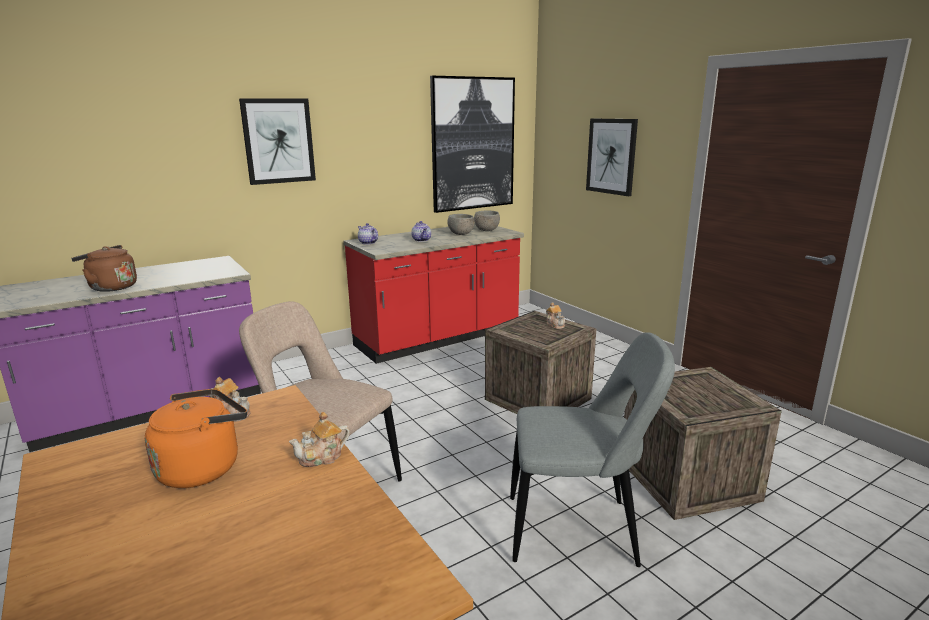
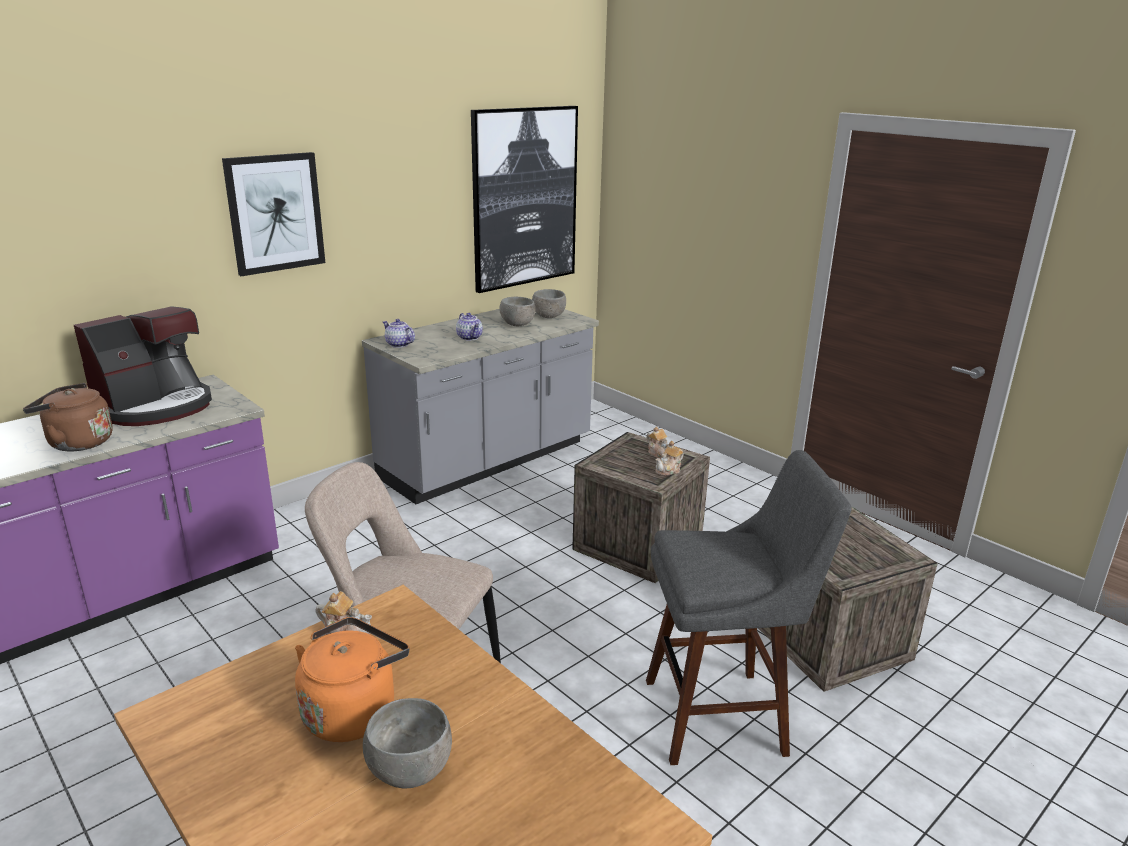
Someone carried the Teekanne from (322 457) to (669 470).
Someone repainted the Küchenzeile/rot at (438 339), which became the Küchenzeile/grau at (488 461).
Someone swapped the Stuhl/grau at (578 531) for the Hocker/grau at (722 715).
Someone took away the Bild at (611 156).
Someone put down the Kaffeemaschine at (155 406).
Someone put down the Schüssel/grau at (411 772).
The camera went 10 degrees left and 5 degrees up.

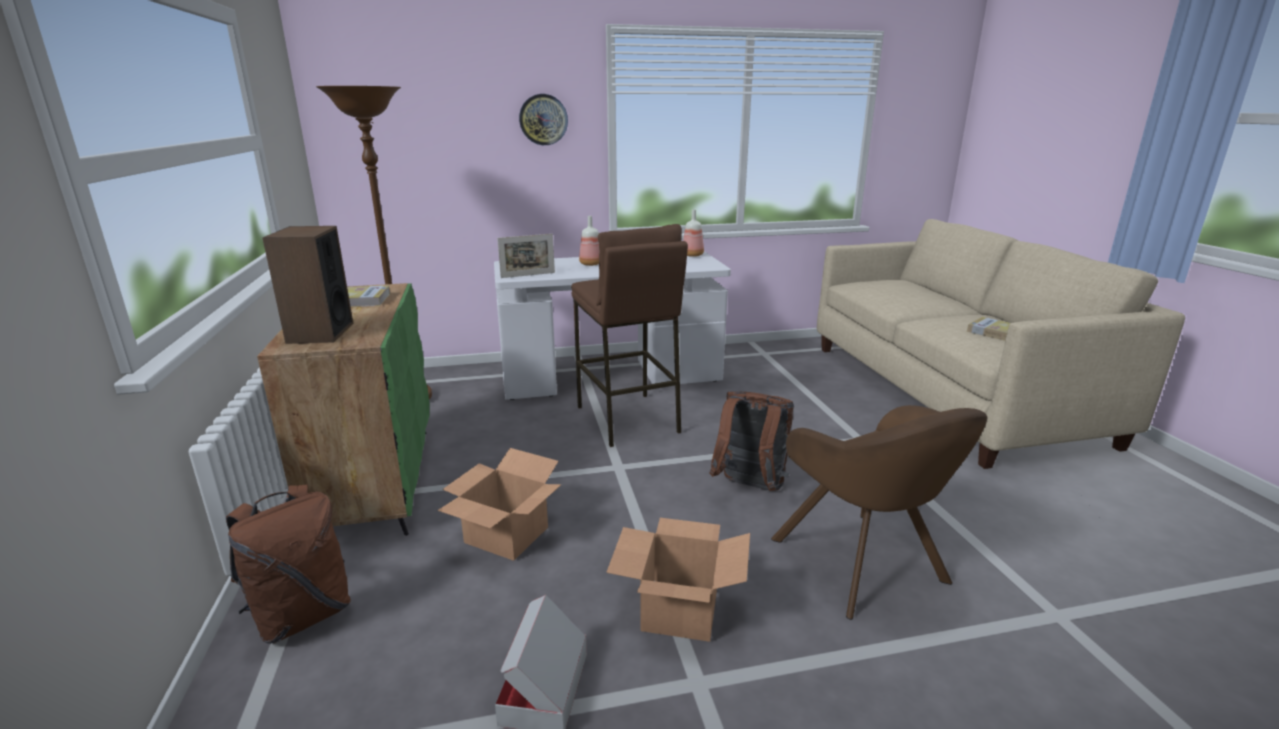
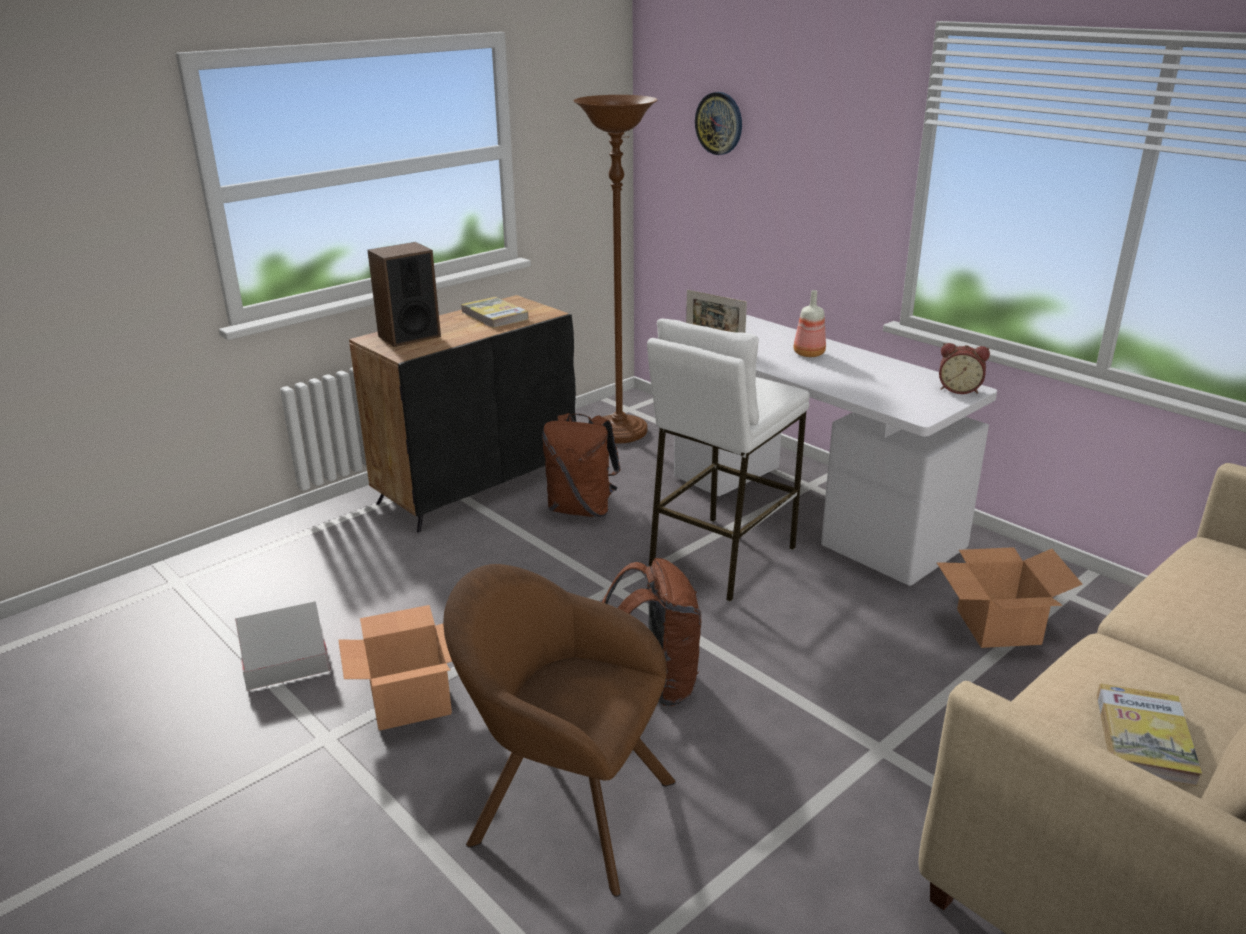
Someone carried the Rucksack/braun from (302 615) to (582 509).
Someone repainted the Schrank/grün at (376 480), which became the Schrank/schwarz at (478 485).
Someone carried the Karton from (508 535) to (999 627).
Someone carried the Wanduhr from (543 119) to (719 123).
Someone repainted the Hocker/braun at (627 419), which became the Hocker/weiß at (720 558).
Someone swapped the Flasche at (692 255) for the Wecker at (959 389).
Someone rotated the Sessel/braun at (863 566) by 75 degrees clockwise.
The camera went 60 degrees right and 5 degrees up.

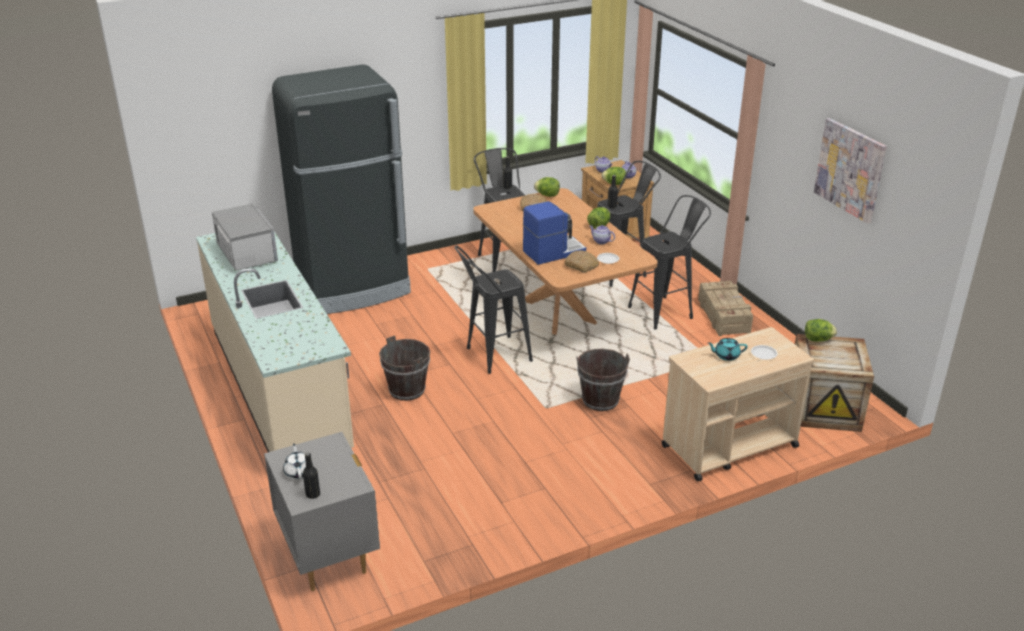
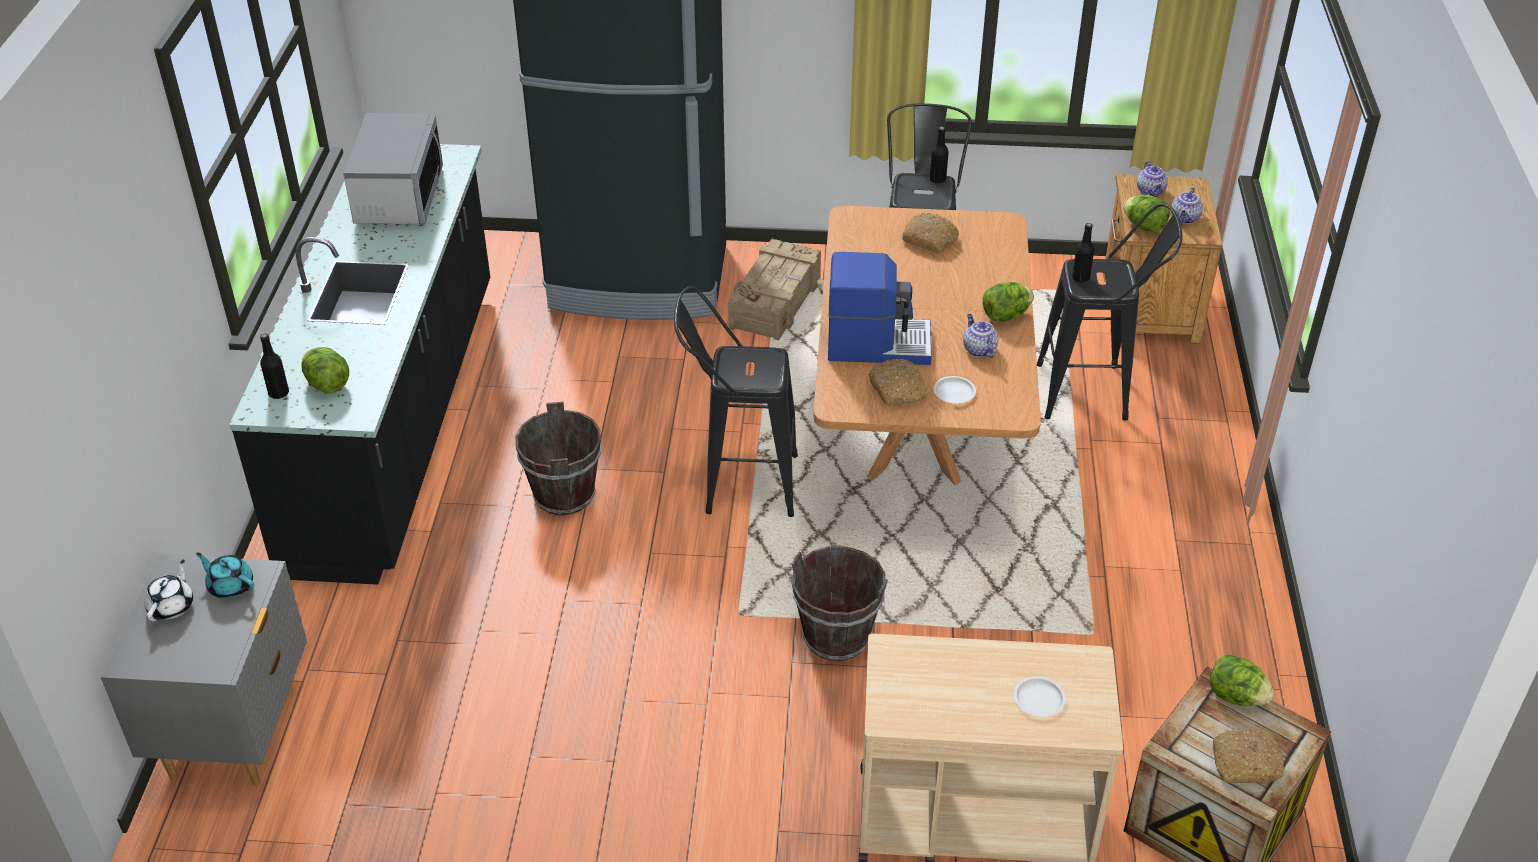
Someone repainted the Küchenzeile/beige at (280 389), which became the Küchenzeile/schwarz at (398 423).
Someone carried the Flasche/schwarz from (313 494) to (278 393).
Someone carried the Salatkopf from (547 195) to (327 384).
Someone took away the Hocker/schwarz at (666 311).
Someone carried the Kiste from (724 316) to (776 302).
Someone carried the Teekanne/türkis from (726 355) to (230 586).
Someone took away the Bild at (850 169).
Someone put down the Brot at (1245 764).
The camera went 30 degrees right and 10 degrees up.

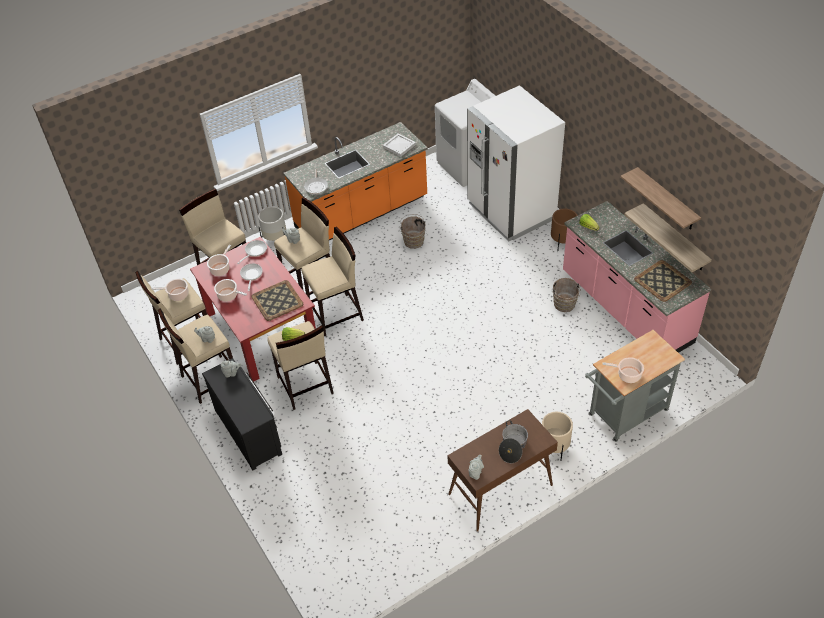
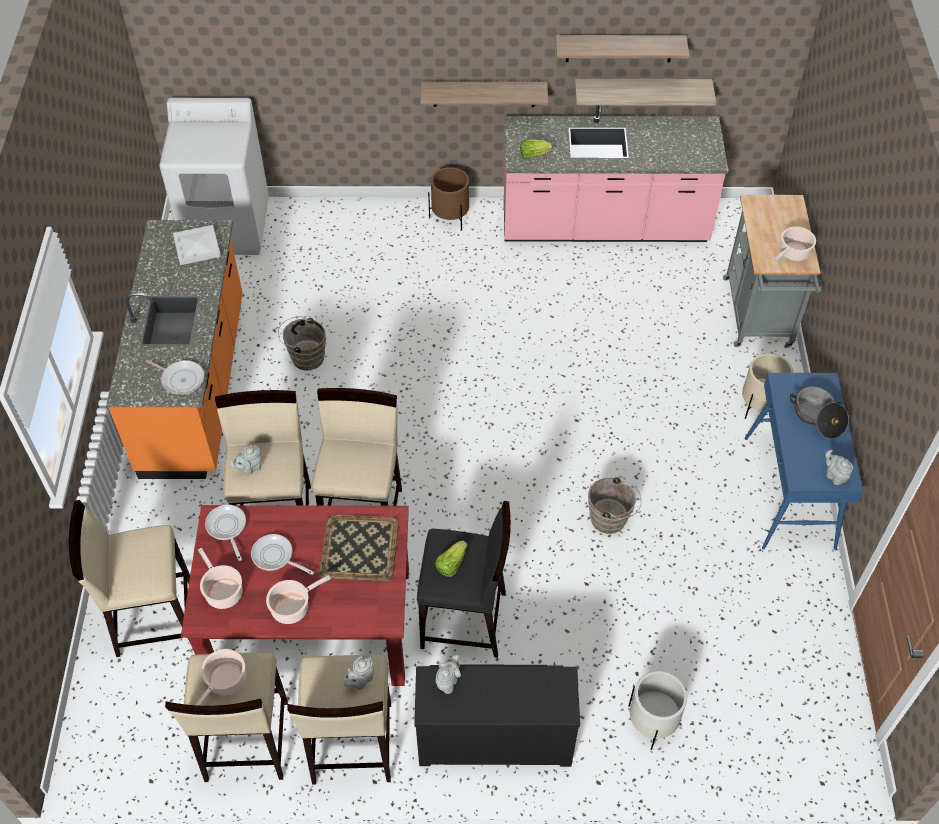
Someone carried the Pflanzkübel/weiß from (275 239) to (652 722).
Someone repainted the Hocker/beige at (305 386), which became the Hocker/schwarz at (464 621).
Someone repainted the Konsolentisch/braun at (500 490), which became the Konsolentisch/blau at (789 493).
Someone took away the Kühlschrank/weiß at (511 211).
Someone carried the Eimer/braun from (564 305) to (611 520).
Someone took away the Tablett at (662 281).
Someone put up the Wandregal at (484 94).
The camera went 60 degrees left and 5 degrees up.

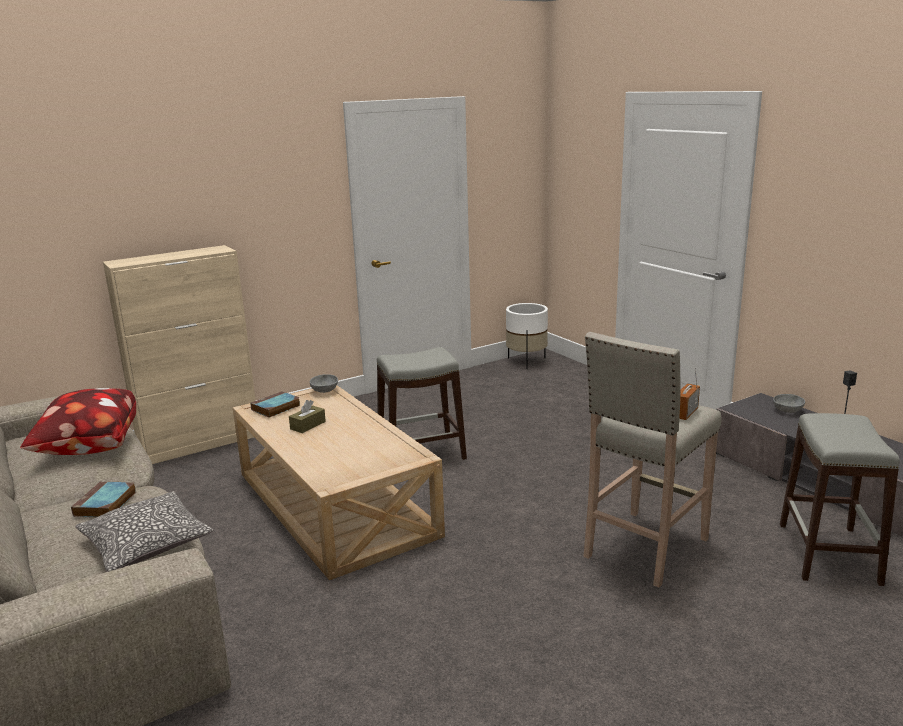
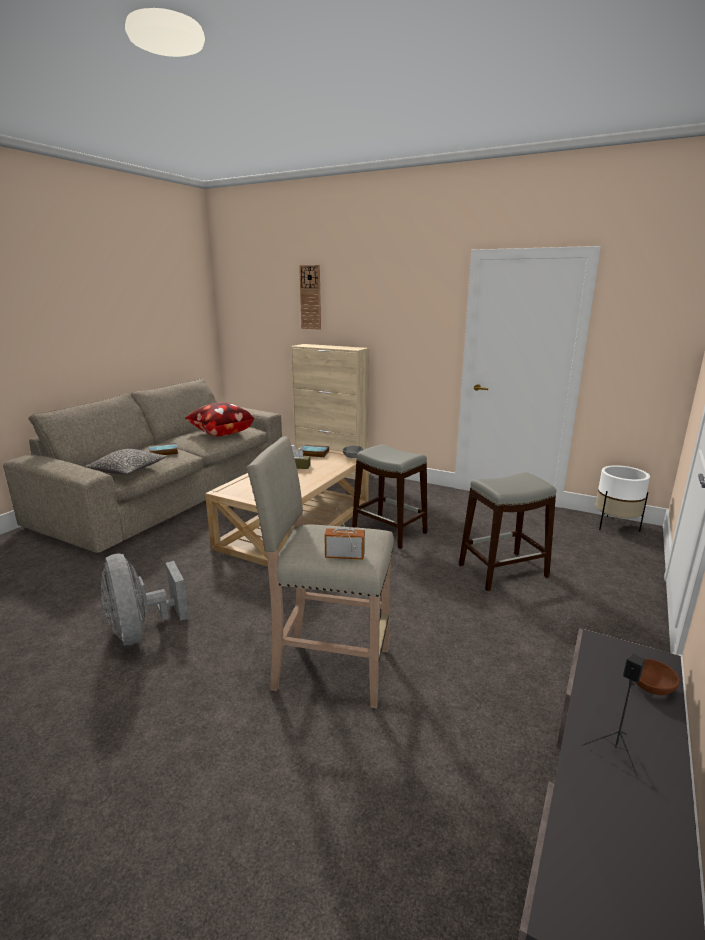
Someone repainted the Schüssel/grau at (788 411), which became the Schüssel/braun at (650 687).
Someone carried the Hocker/grau from (829 553) to (503 571).
Someone put down the Ventilator/grau at (141 631).
Someone put up the Wanduhr at (310 297).
The camera went 60 degrees right and 0 degrees up.

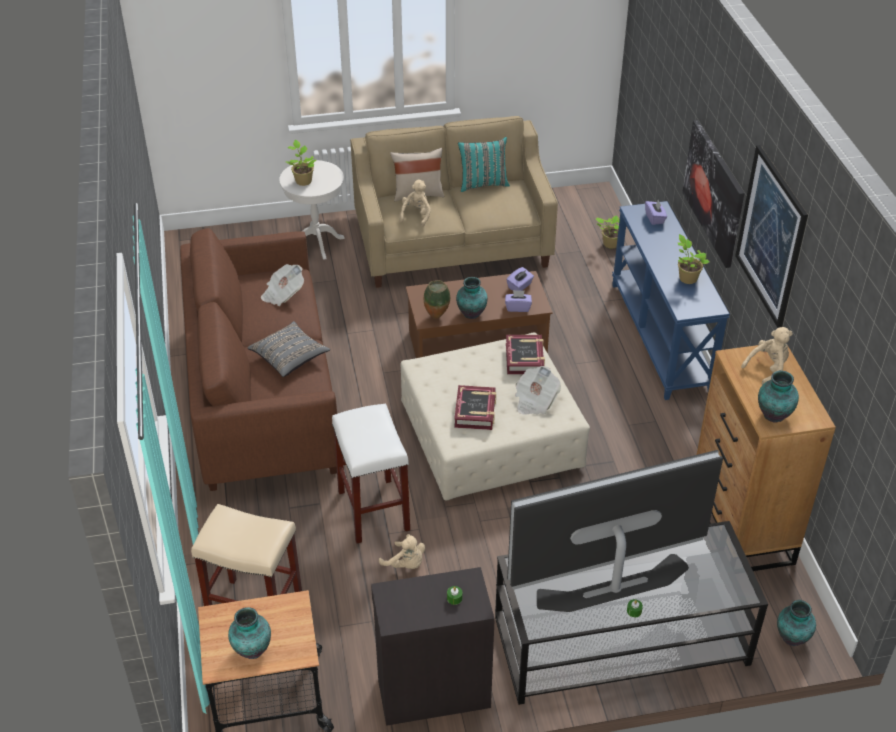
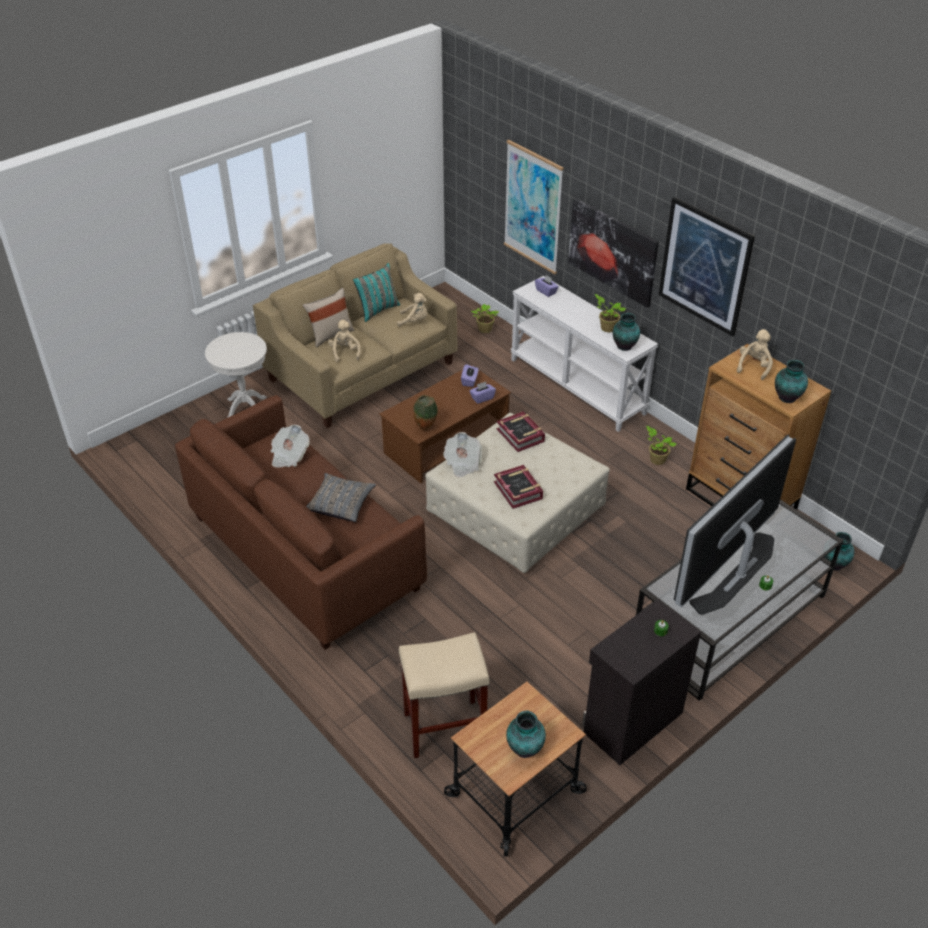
Someone carried the Topfpflanze from (303 180) to (656 459).
Someone took away the Hocker/weiß at (372 510).
Someone carried the Plüschtier/beige from (405 564) to (414 321).
Someone carried the Vase from (471 314) to (624 347).
Someone carried the Zeitung from (535 401) to (462 463).
Someone repainted the Konsolentisch/blau at (661 337), which became the Konsolentisch/weiß at (578 386).
Someone put up the Bild at (533 207).
The camera went 30 degrees left and 0 degrees up.

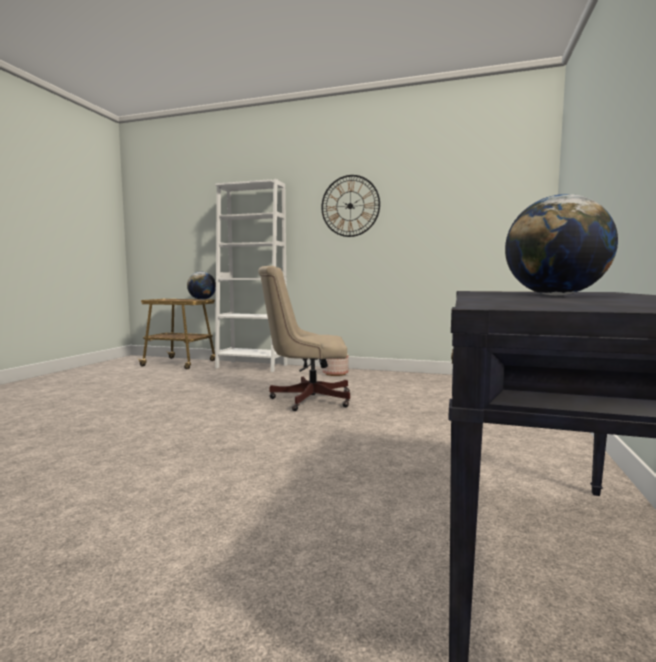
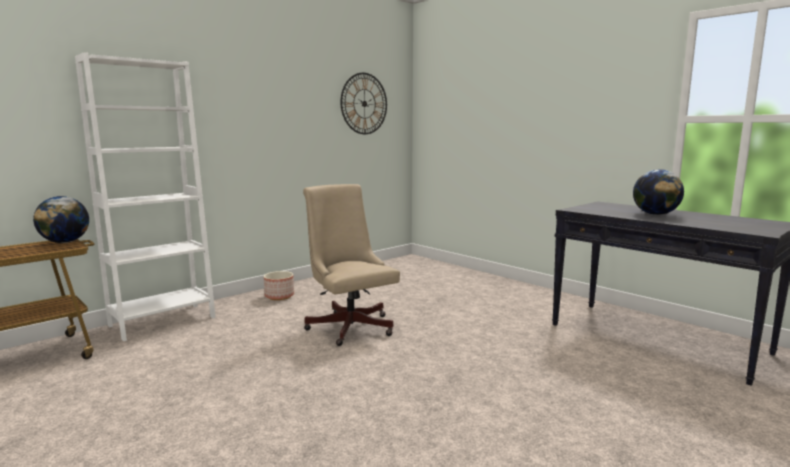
Someone rotated the Bürostuhl/beige at (306 399) by 120 degrees clockwise.
Someone carried the Wanduhr from (350 206) to (364 103).
The camera went 60 degrees left and 5 degrees up.

